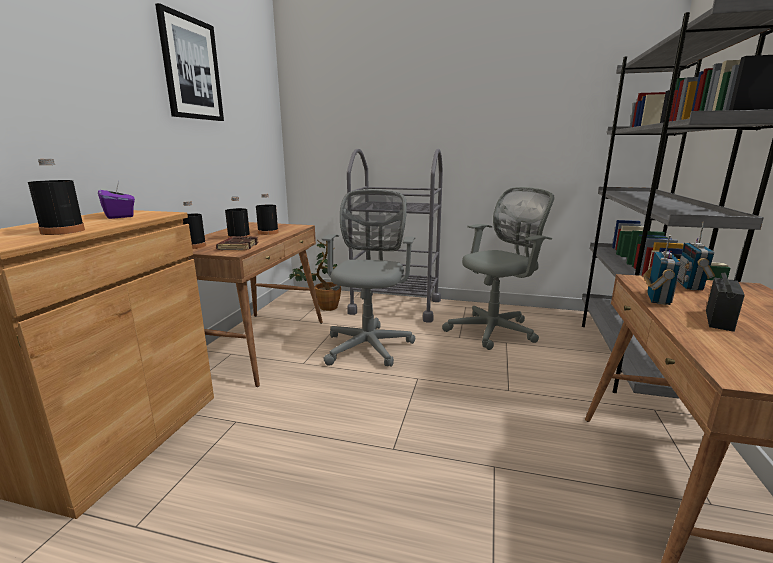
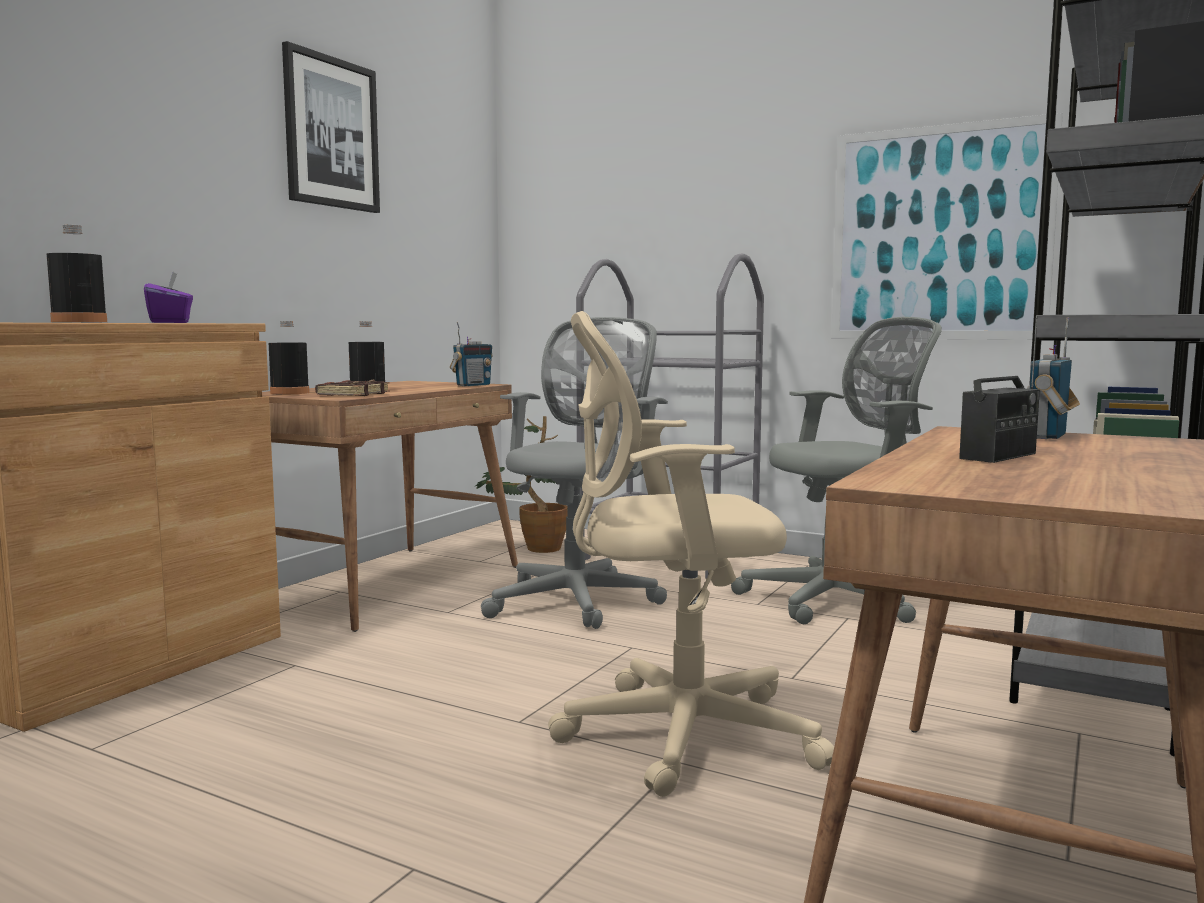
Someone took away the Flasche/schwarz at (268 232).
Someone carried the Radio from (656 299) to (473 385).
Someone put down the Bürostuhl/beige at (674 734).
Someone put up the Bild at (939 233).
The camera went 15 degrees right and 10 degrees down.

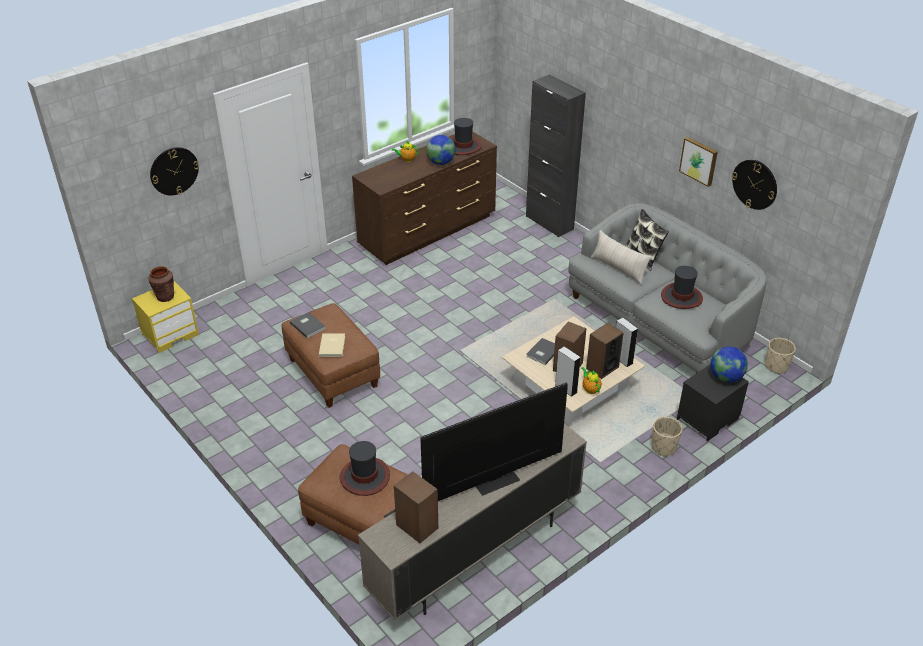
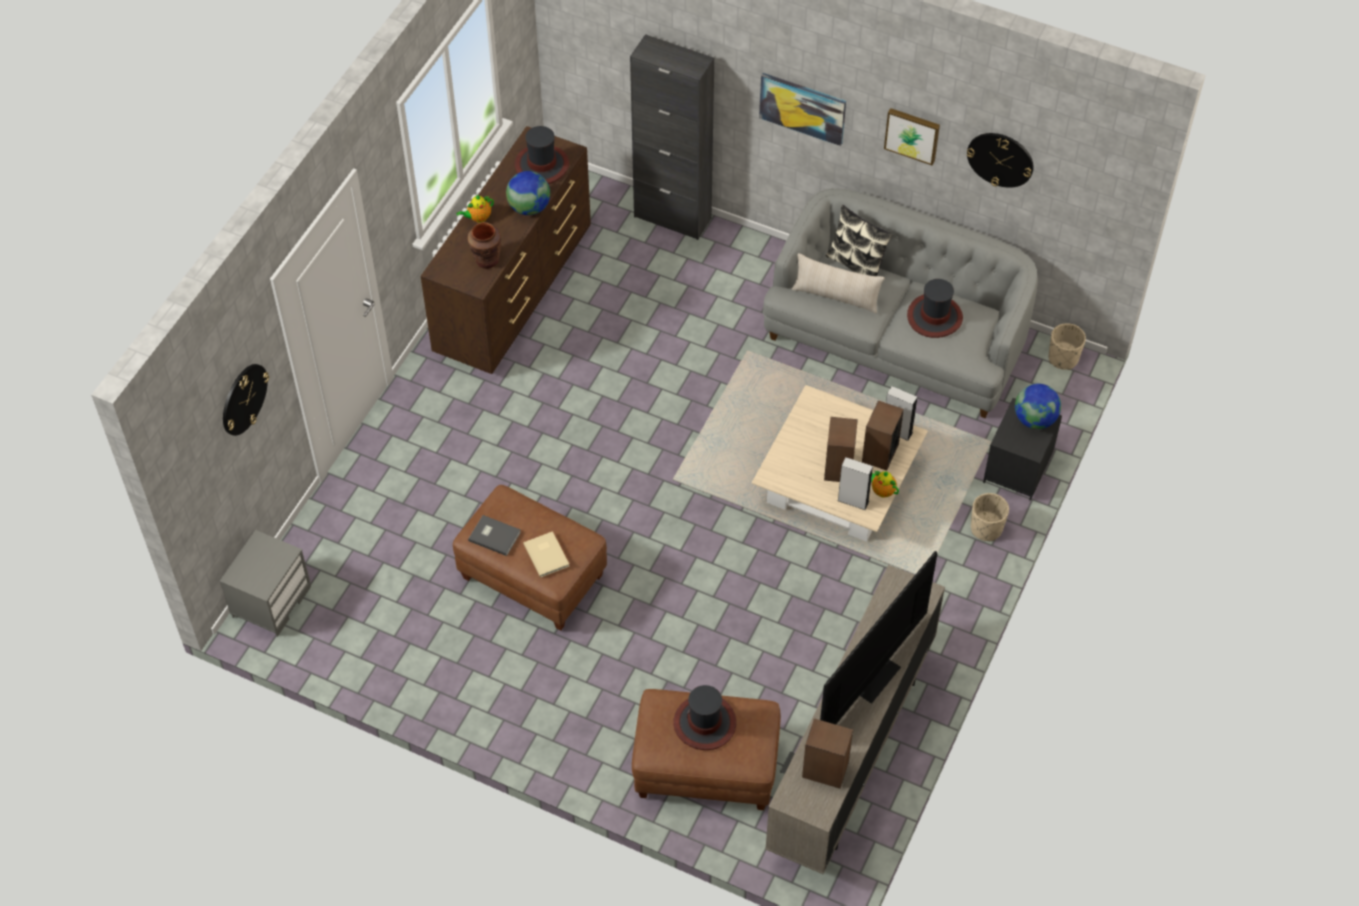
Someone repainted the Nachttisch/gelb at (170 334), which became the Nachttisch/grau at (271 600).
Someone carried the Vase/braun from (165 297) to (487 260).
Someone took away the Buch/grau at (542 352).
Someone put up the Bild at (802 108).
The camera went 25 degrees left and 15 degrees up.

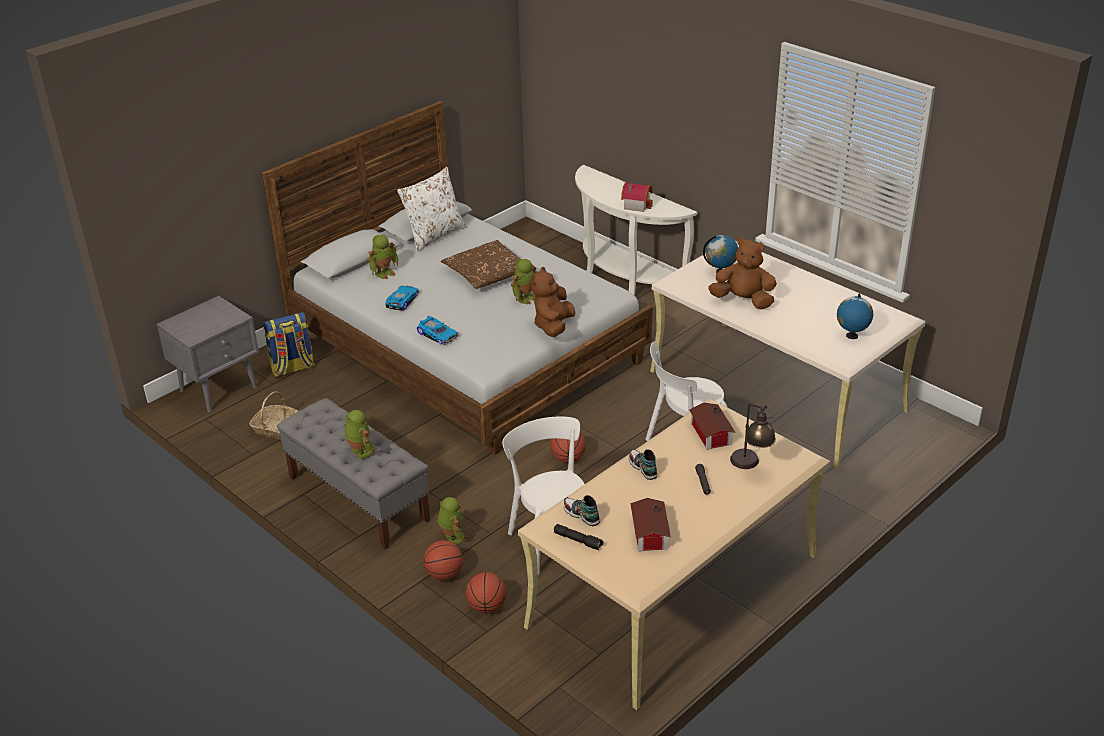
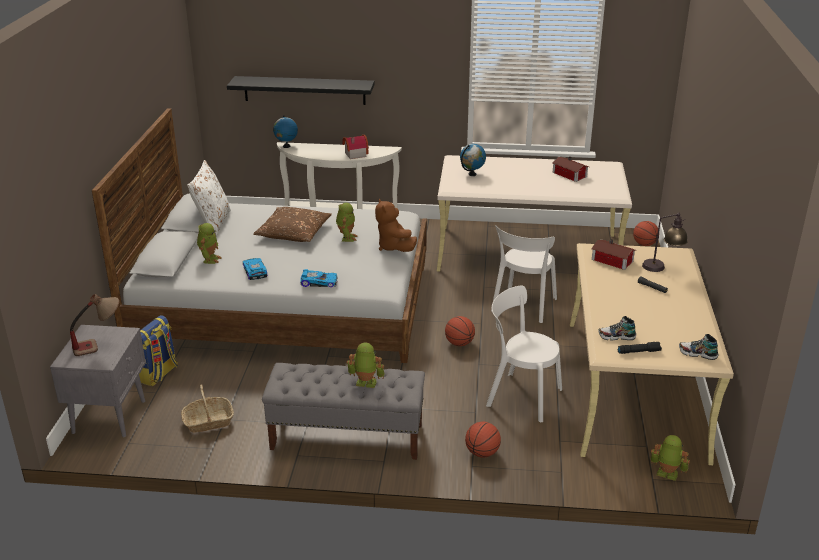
Someone carried the Spielzeugroboter from (452 537) to (666 474).
Someone carried the Basketball from (487 607) to (644 244).
Someone carried the Schuh from (643 468) to (697 354).
Someone carried the Spielzeughaus from (648 534) to (569 175).
Someone took away the Plüschtier/braun at (743 301).
Someone carried the Globus from (851 336) to (286 146).
Someone put down the Tischlampe at (99 345).
Someone put up the Wandregal/schwarz at (304 90).
The camera went 40 degrees left and 5 degrees down.

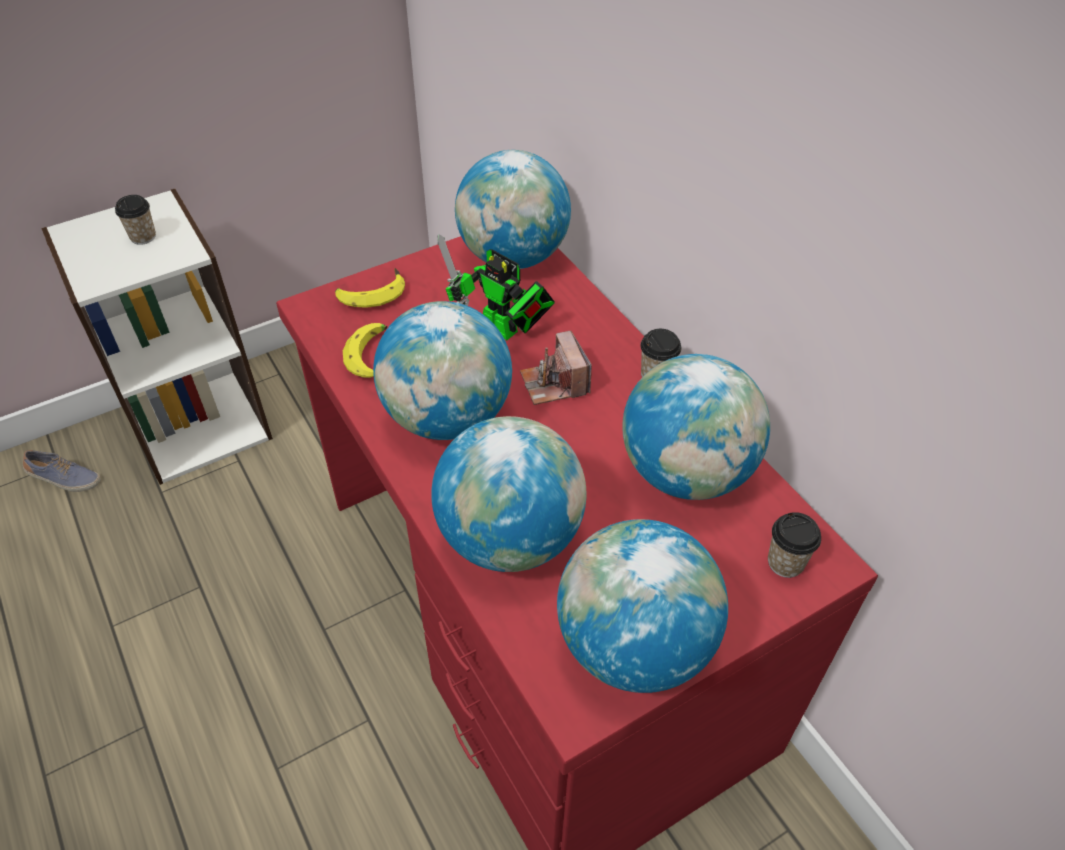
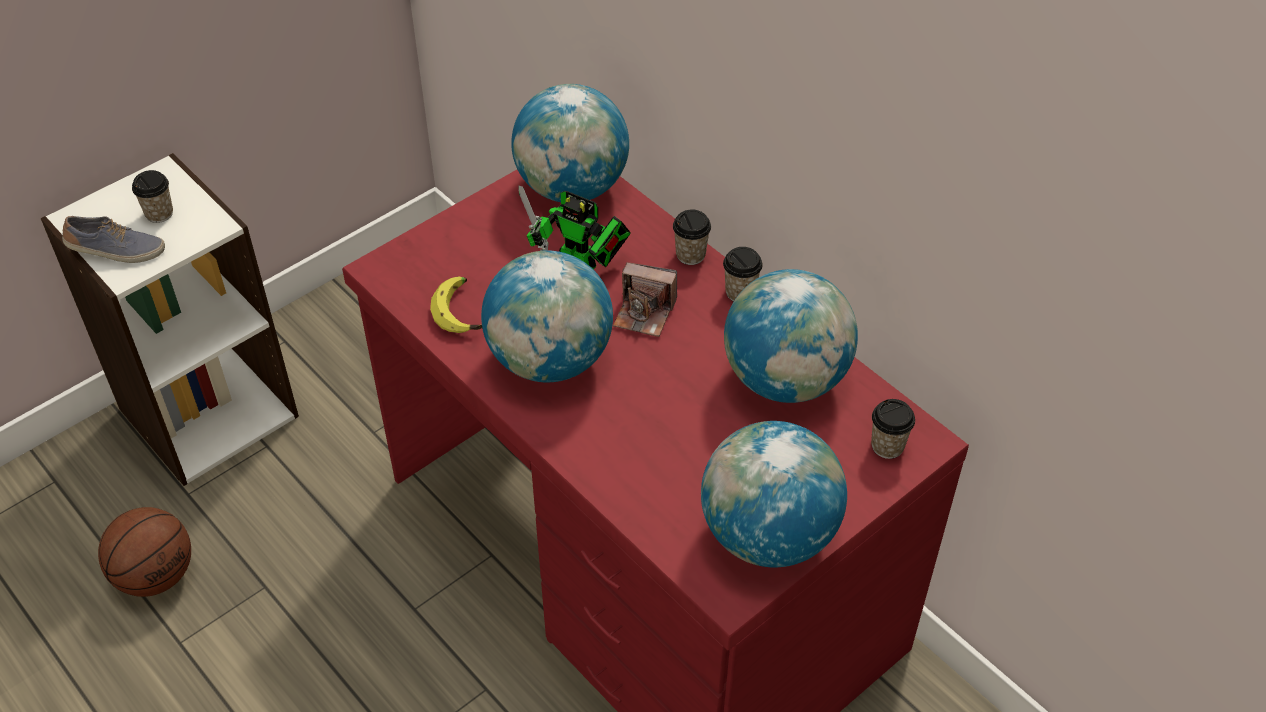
Someone carried the Schuh from (64 479) to (116 252).
Someone took away the Banane at (371 293).
Someone took away the Globus at (510 537).
Someone rotated the Kamera at (554 383) by 45 degrees counterclockwise.
Someone put down the Basketball at (156 575).
Someone put down the Tasse at (690 255).
The camera went 10 degrees left and 0 degrees up.

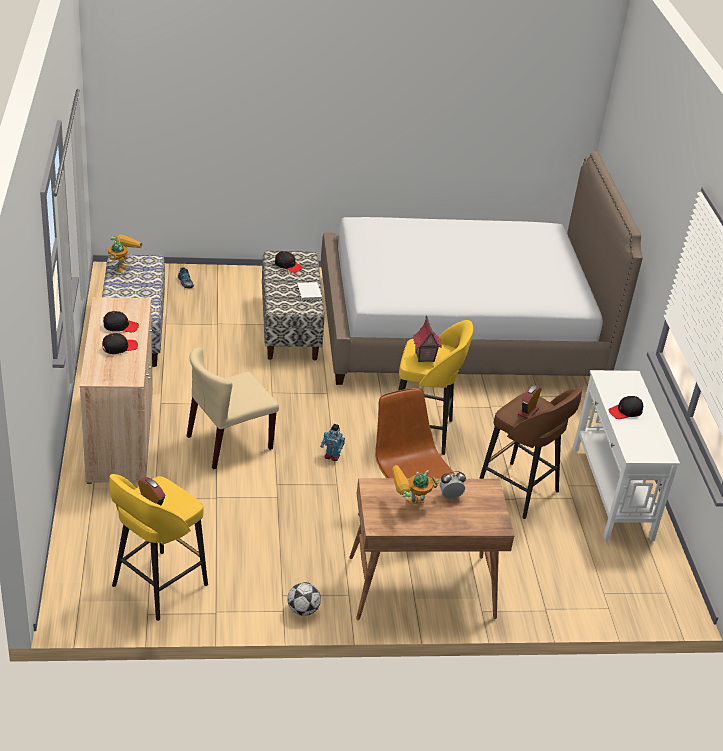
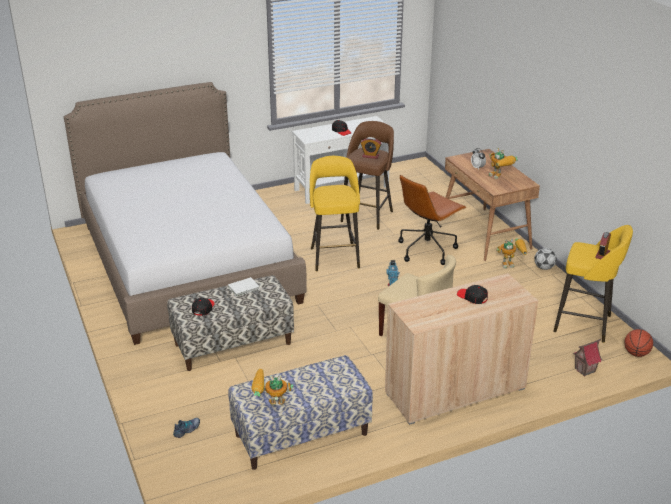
Someone took away the Kappe/schwarz at (120 326).
Someone carried the Spielzeughaus from (424 357) to (585 370).
Someone put down the Spielzeugroboter at (511 264).
Someone put down the Basketball at (636 353).
The camera went 105 degrees left and 5 degrees down.

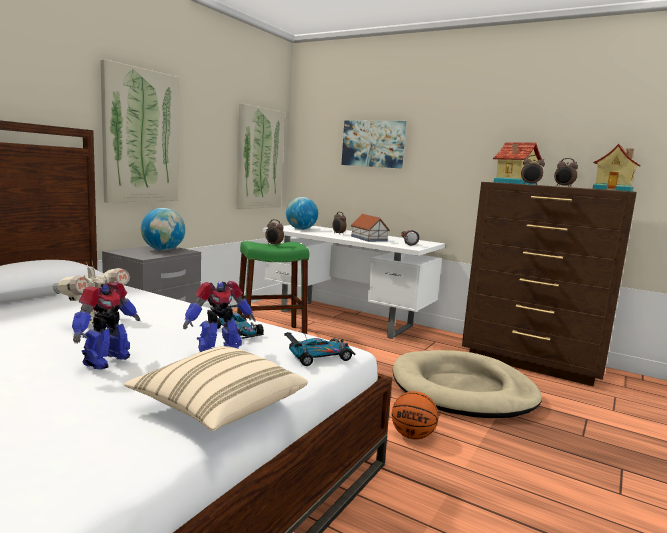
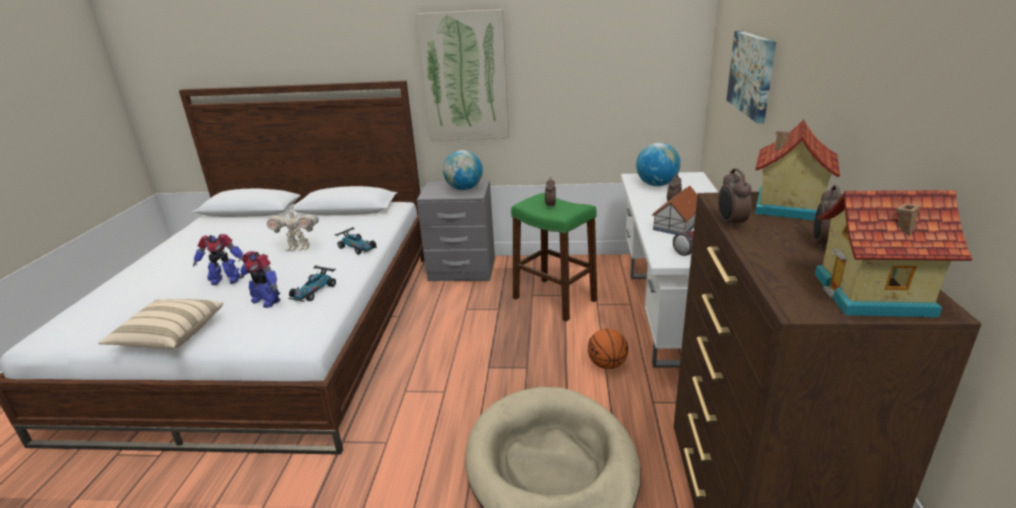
Someone took away the Bild at (259 158).
Someone carried the Spielzeugauto from (319 356) to (357 247).
Someone carried the Basketball from (412 436) to (607 365).
The camera went 65 degrees right and 15 degrees up.

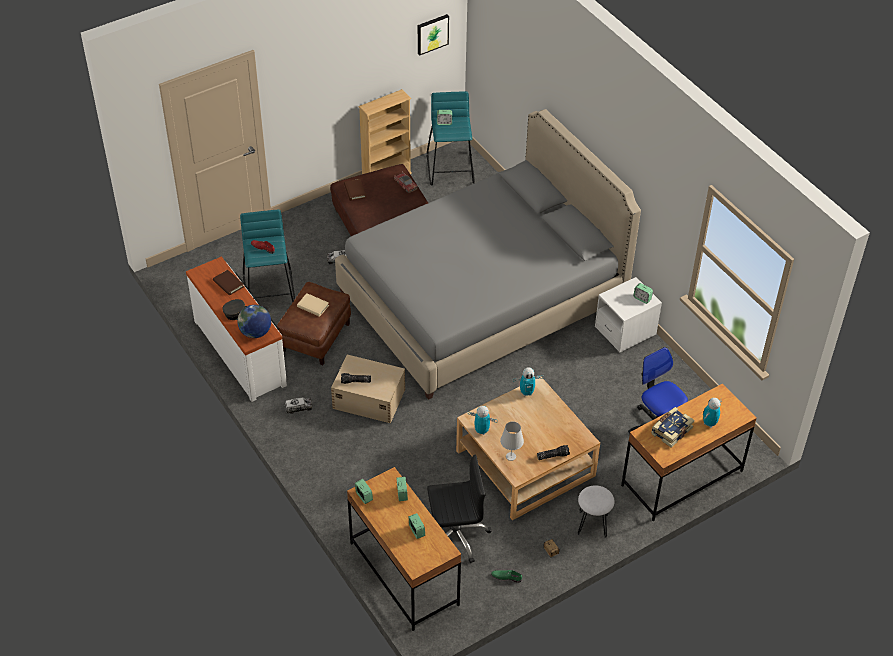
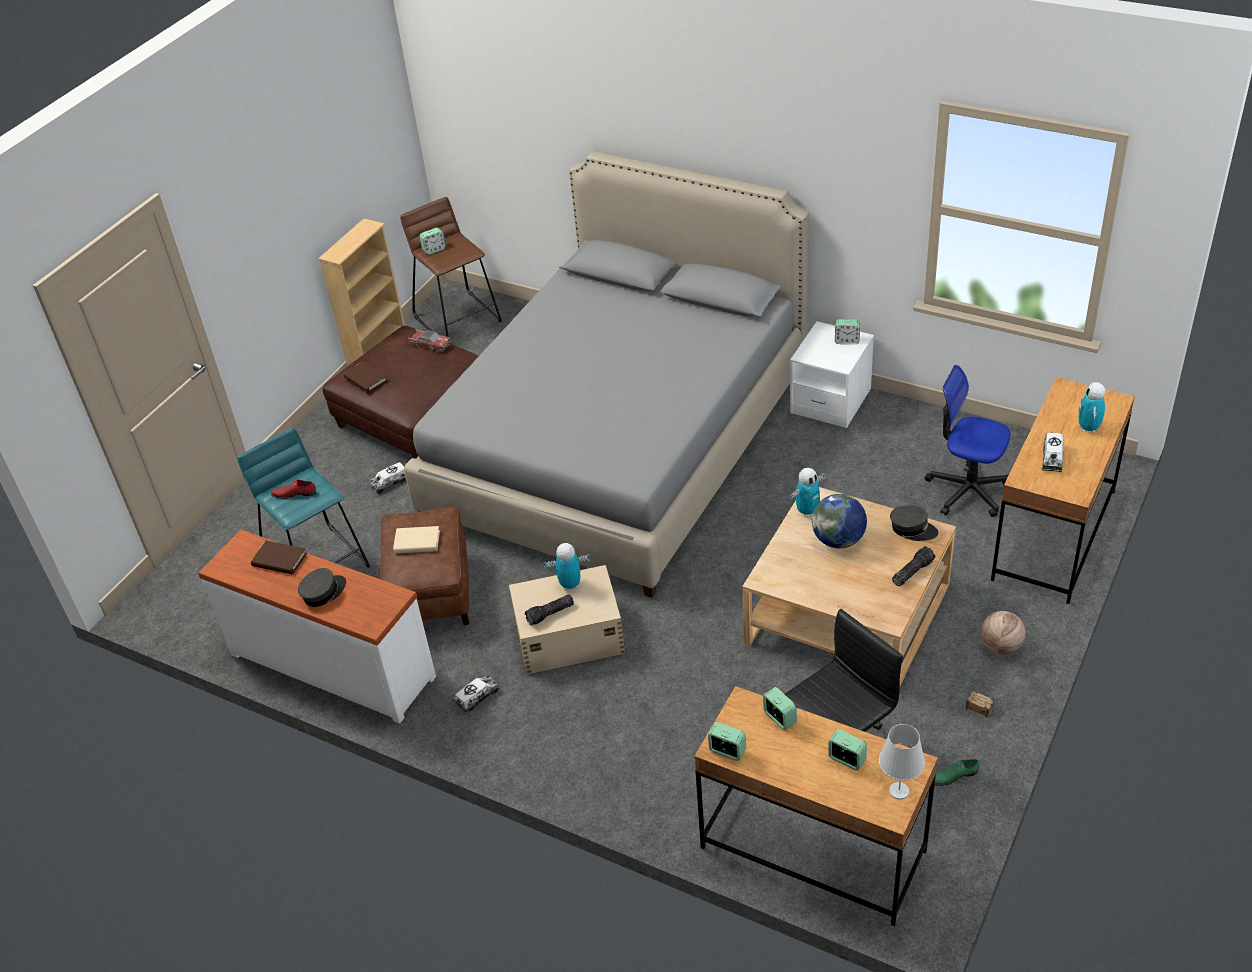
Someone carried the Globus from (255 332) to (838 540).
Someone took away the Bild at (432 33).
Someone repainted the Hocker/türkis at (451 169), which became the Hocker/braun at (458 319).
Someone carried the Spielzeugroboter from (481 431) to (570 585).
Someone carried the Tischlampe/weiß from (510 456) to (898 791).
Someone swapped the Hocker/weiß at (592 524) for the Basketball at (1001 647).
Someone swapped the Buch at (671 430) for the Spielzeuglaster at (1052 458).
Someone put down the Kappe/grau at (912 529).
The camera went 25 degrees left and 5 degrees down.

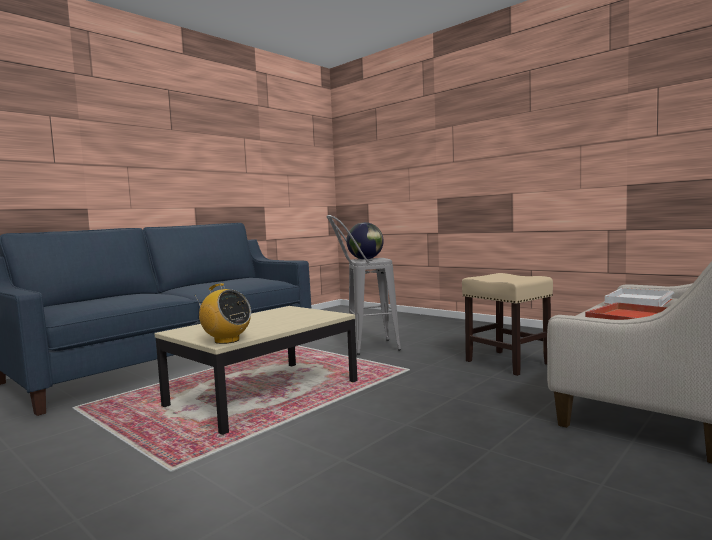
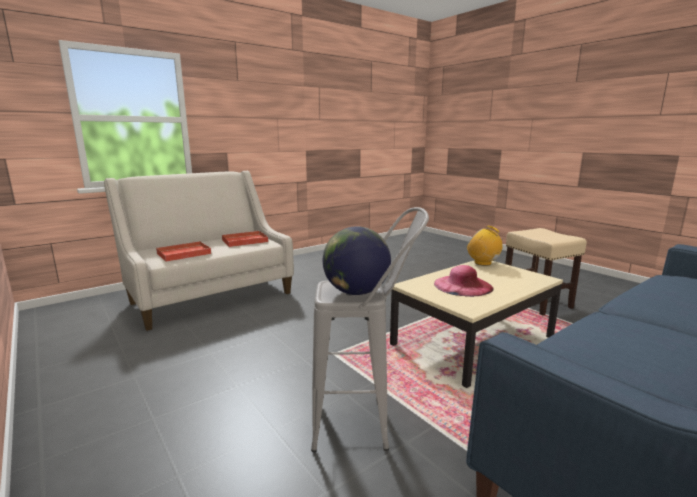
Someone carried the Hocker/beige from (506 362) to (537 302).
Someone repainted the Tablett/weiß at (638 301), which became the Tablett/rot at (183 253).
Someone put down the Hut/rosa at (463 285).
The camera went 170 degrees left and 10 degrees up.

